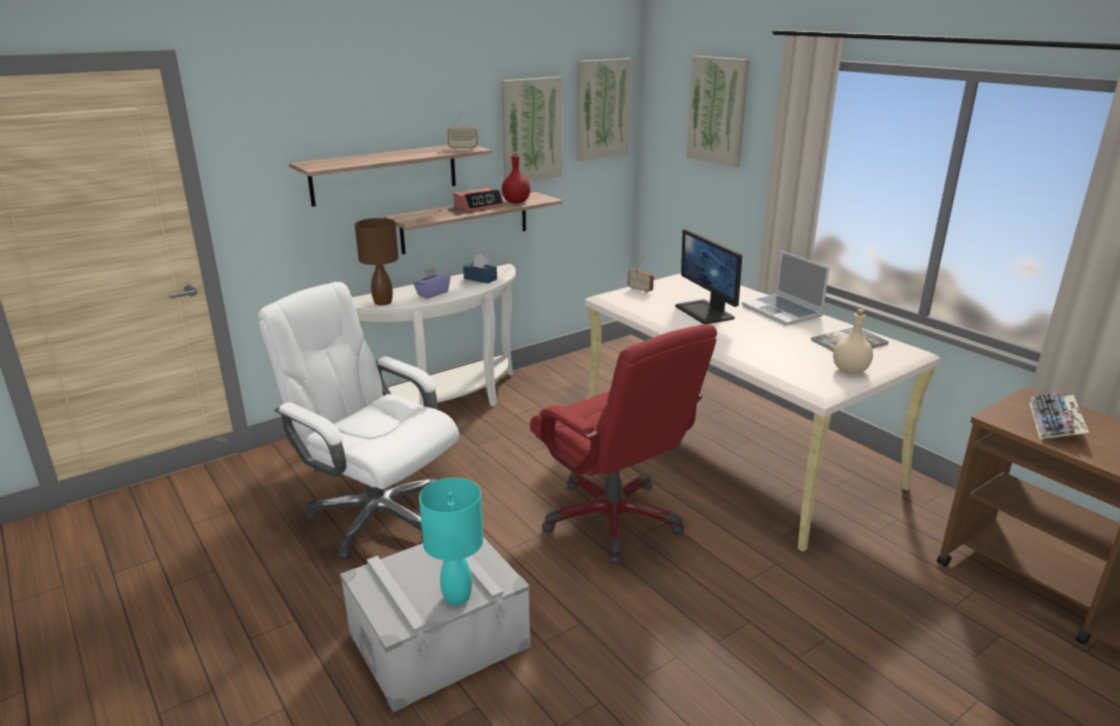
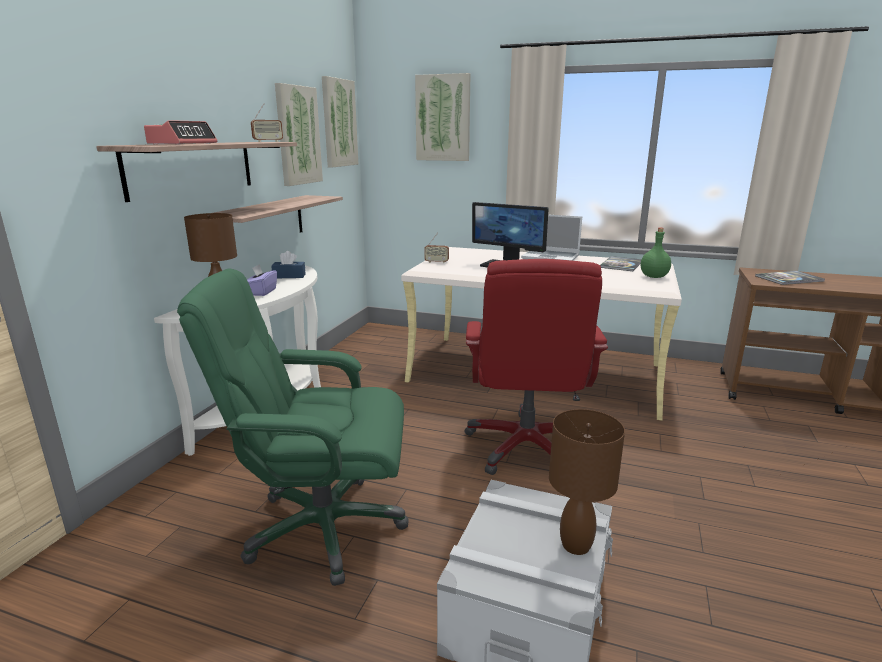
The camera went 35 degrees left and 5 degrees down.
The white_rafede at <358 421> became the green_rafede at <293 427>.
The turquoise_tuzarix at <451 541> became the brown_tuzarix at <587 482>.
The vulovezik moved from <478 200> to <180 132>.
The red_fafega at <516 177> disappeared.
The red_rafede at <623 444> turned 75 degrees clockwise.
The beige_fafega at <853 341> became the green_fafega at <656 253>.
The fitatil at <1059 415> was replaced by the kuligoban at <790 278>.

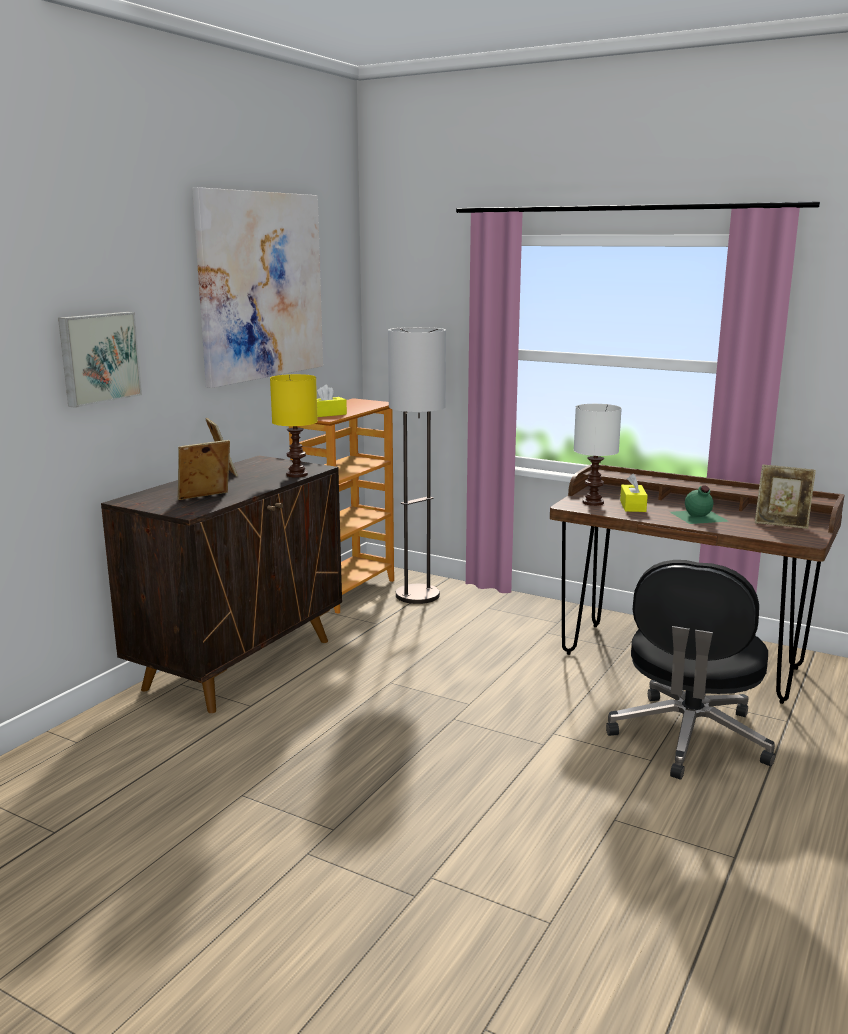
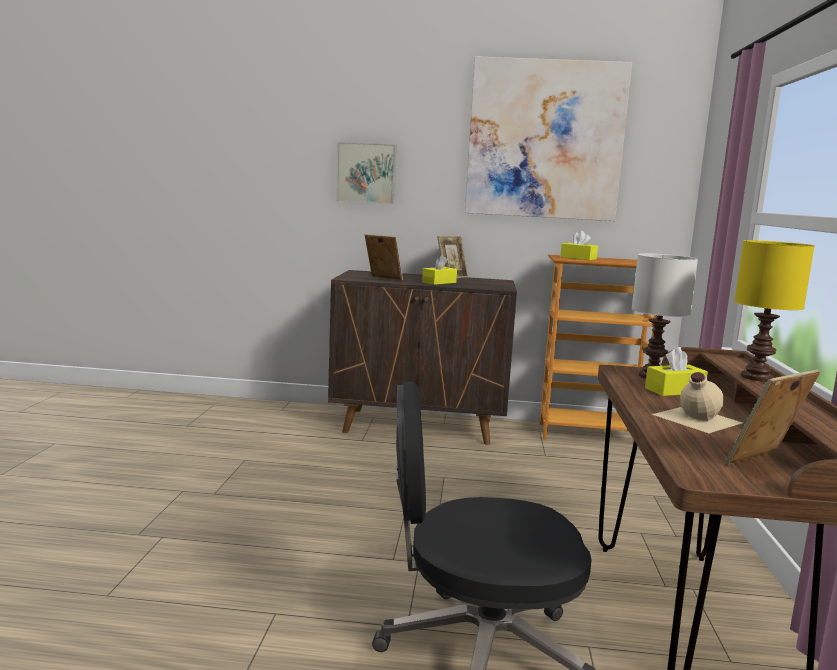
The camera went 65 degrees right and 5 degrees down.
The yellow_tuzarix moved from <294 425> to <774 311>.
The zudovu at <417 465> disappeared.
The green_fafega at <699 504> became the beige_fafega at <697 402>.
The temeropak at <785 496> turned 60 degrees clockwise.
The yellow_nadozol at <439 270> appeared.

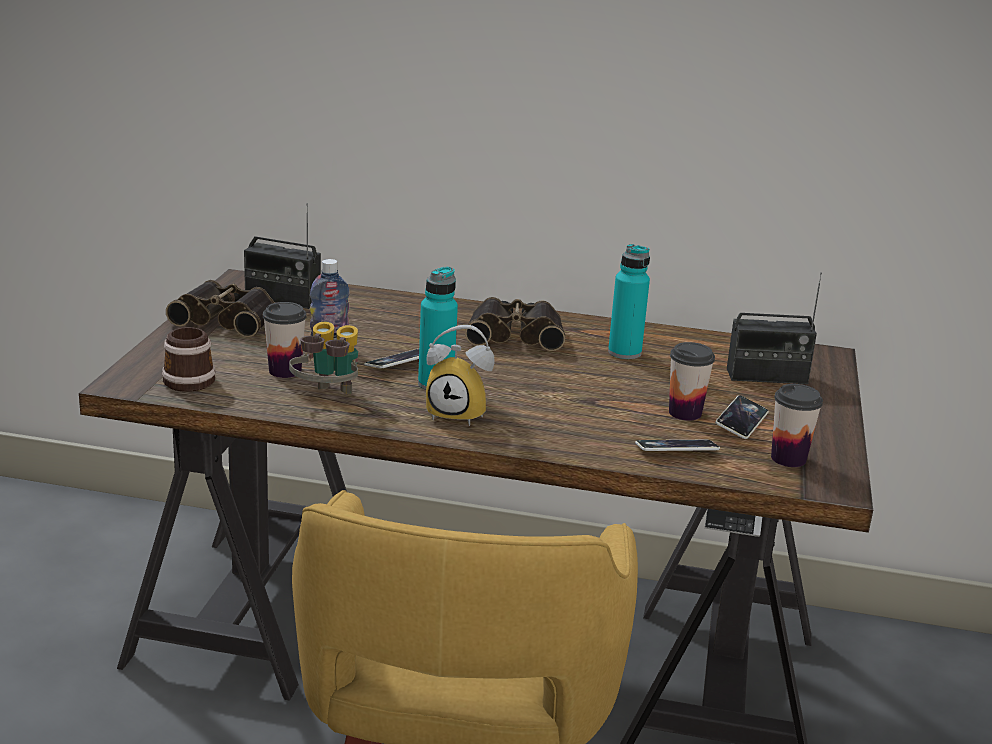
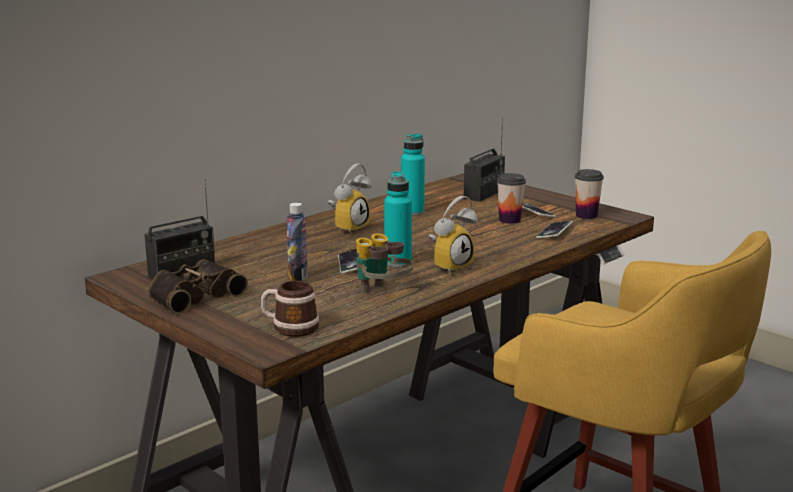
The camera went 55 degrees left and 5 degrees down.
The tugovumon at <285 340> disappeared.
The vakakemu at <515 324> was replaced by the vulovezik at <350 199>.

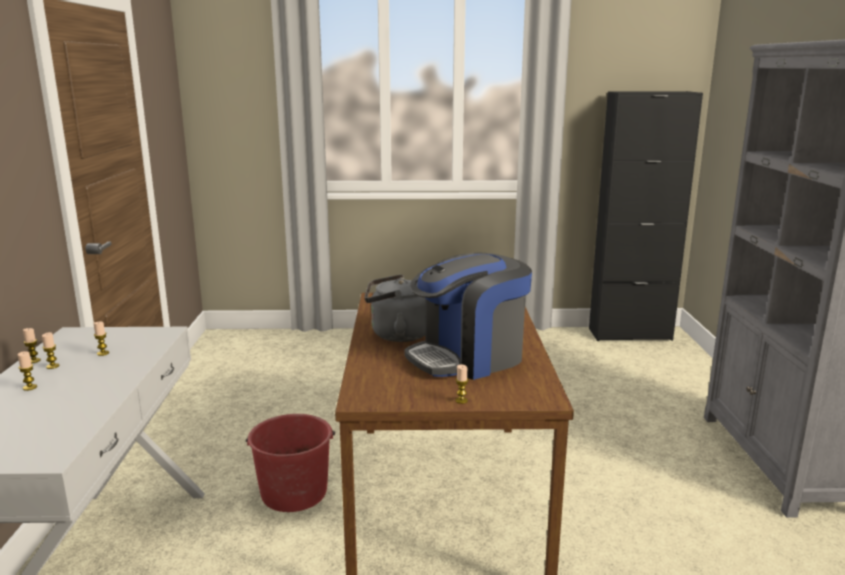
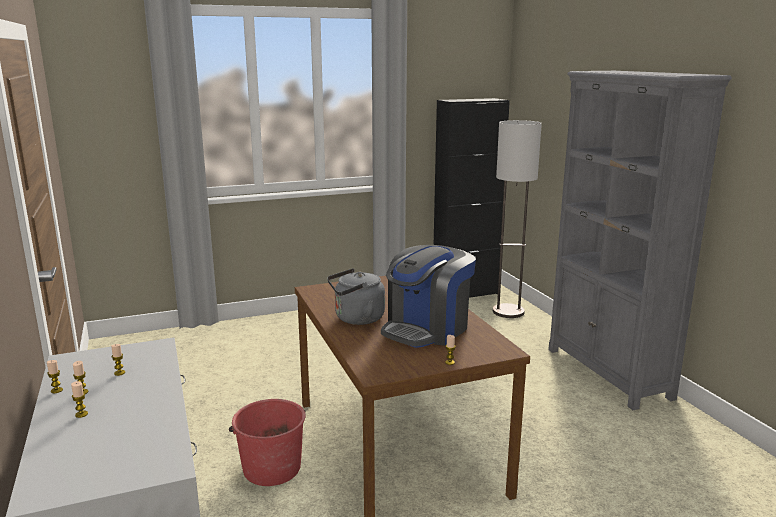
The camera went 20 degrees left and 0 degrees up.
The zudovu at <517 219> appeared.

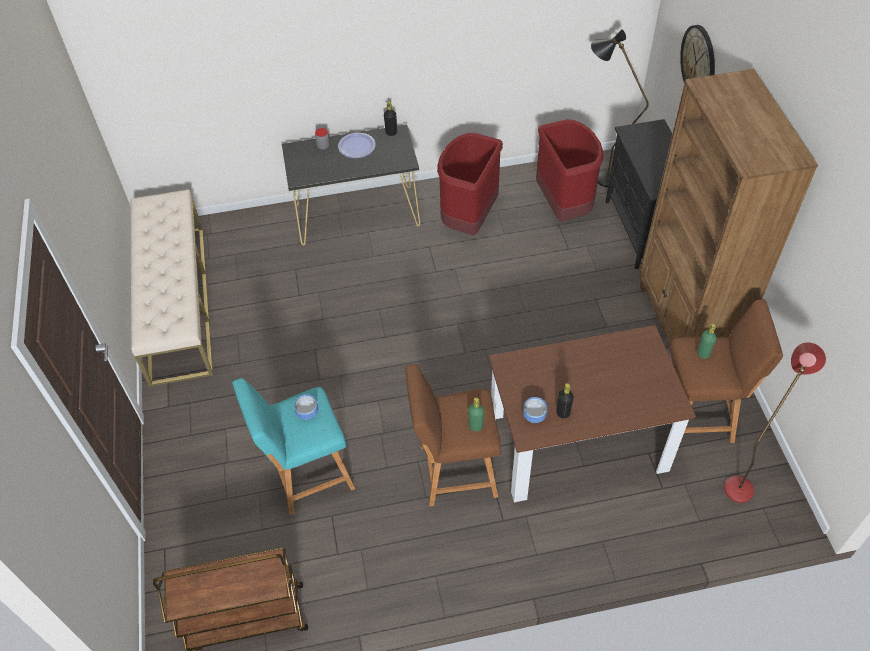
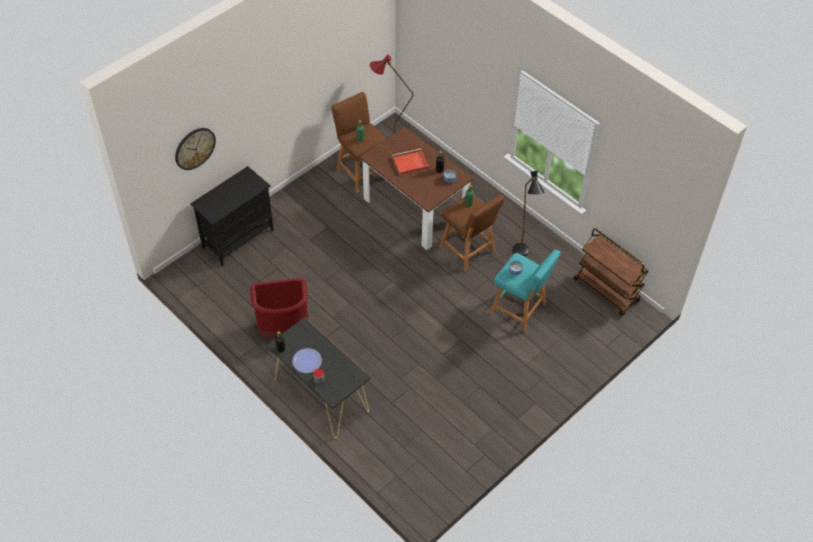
The camera went 125 degrees left and 0 degrees up.
The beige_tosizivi at <172 288> disappeared.
The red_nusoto at <570 170> disappeared.
The black_zudovu moved from <620 108> to <528 213>.
The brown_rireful at <728 206> disappeared.
The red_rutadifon at <410 161> appeared.

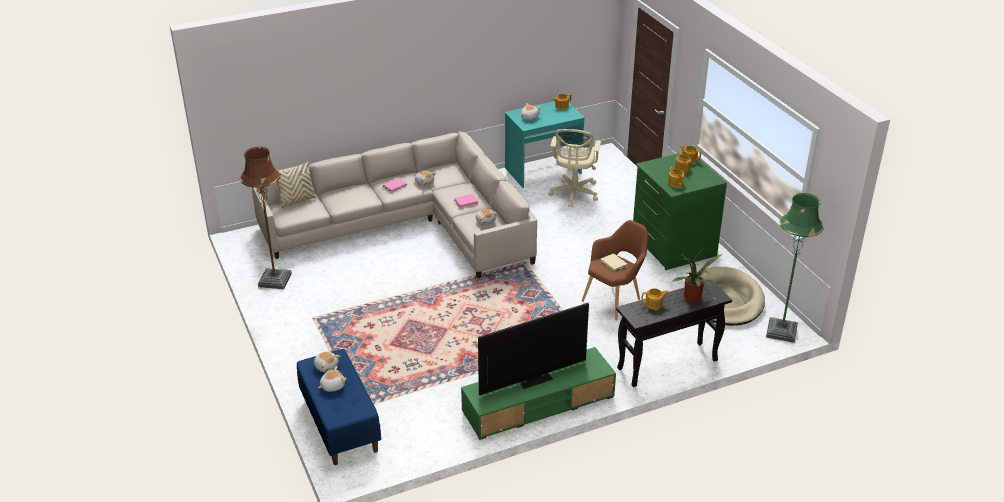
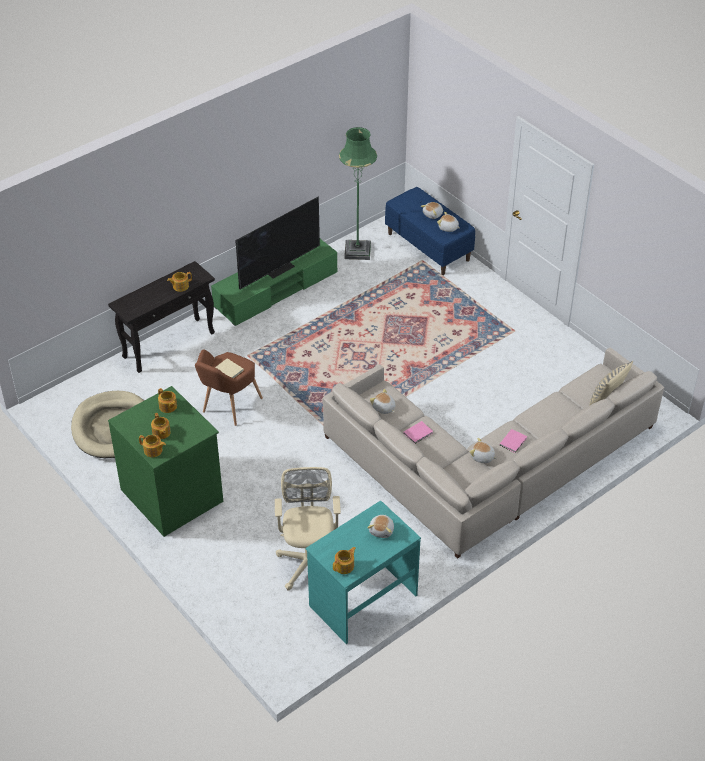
The camera went 165 degrees right and 10 degrees up.
The brown_zudovu at <266 218> disappeared.
The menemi at <697 275> disappeared.
The green_zudovu moved from <795 268> to <358 193>.

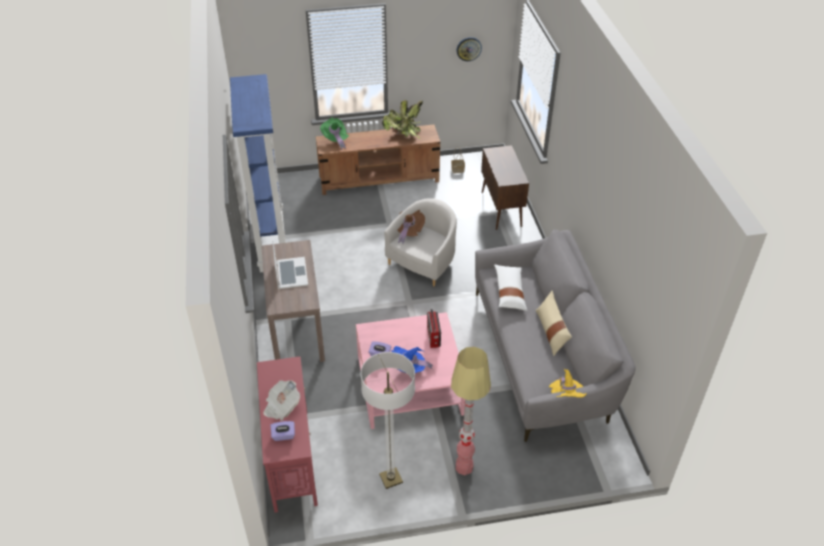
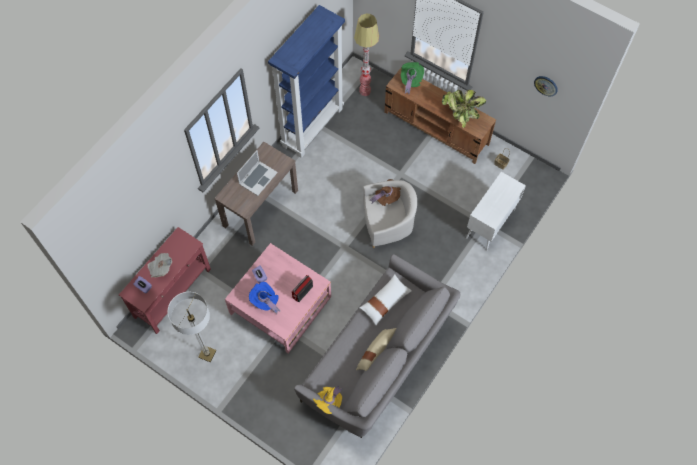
The camera went 45 degrees right and 20 degrees up.
The zudovu moved from <471 411> to <366 55>.
The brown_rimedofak at <505 187> became the white_rimedofak at <496 211>.

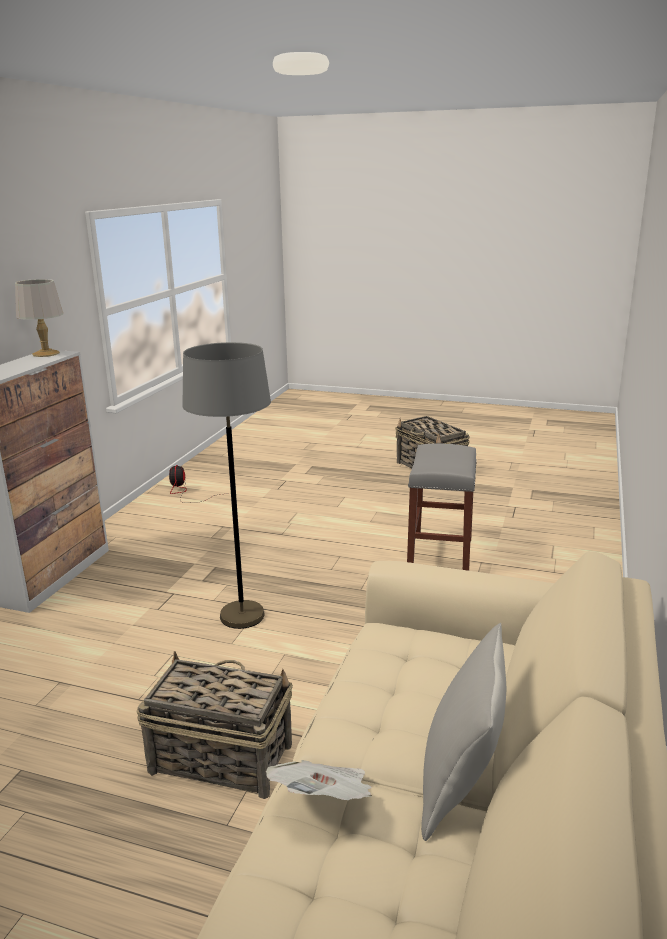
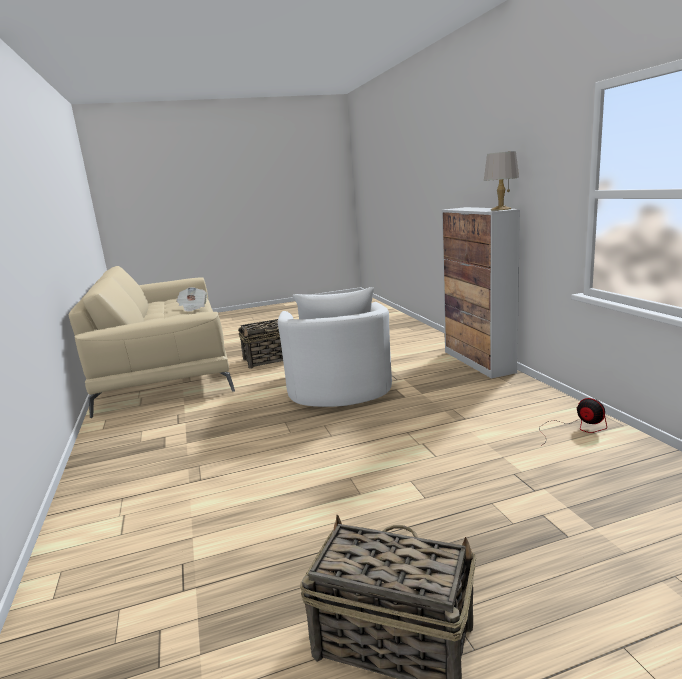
The camera went 145 degrees right and 5 degrees down.
The grey_zudovu at <226 485> was replaced by the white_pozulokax at <335 347>.
The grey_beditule at <442 507> disappeared.
The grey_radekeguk at <463 732> disappeared.

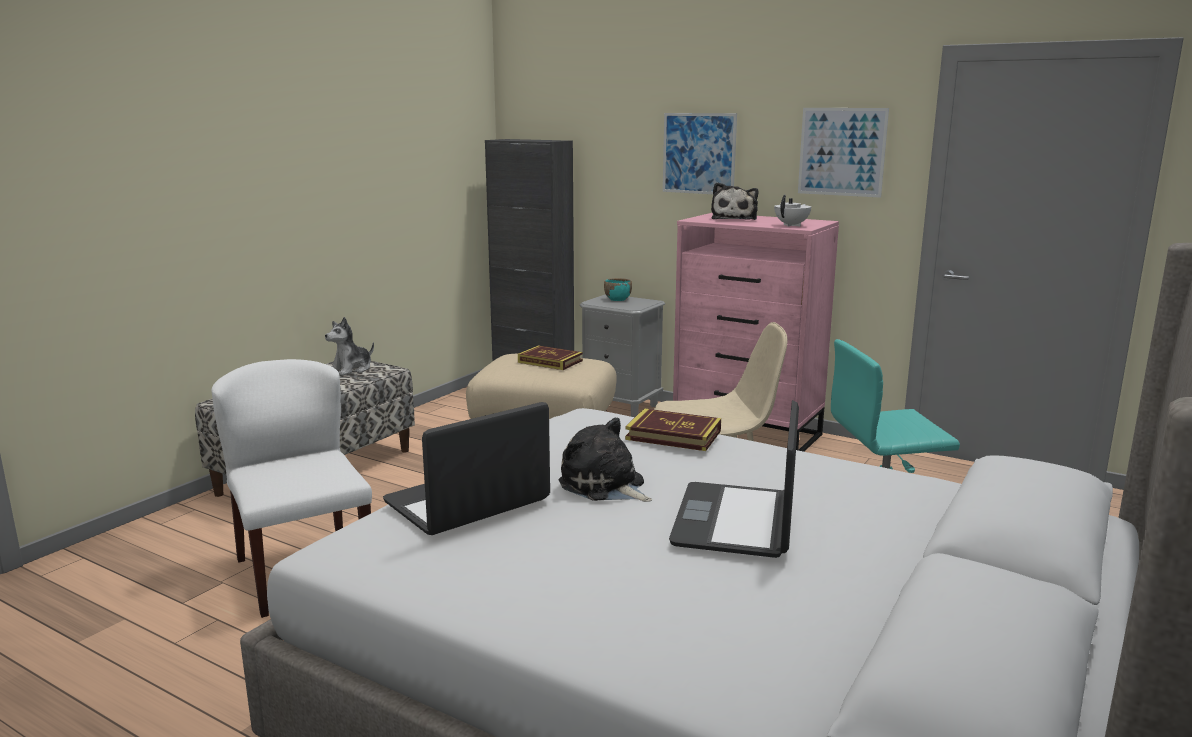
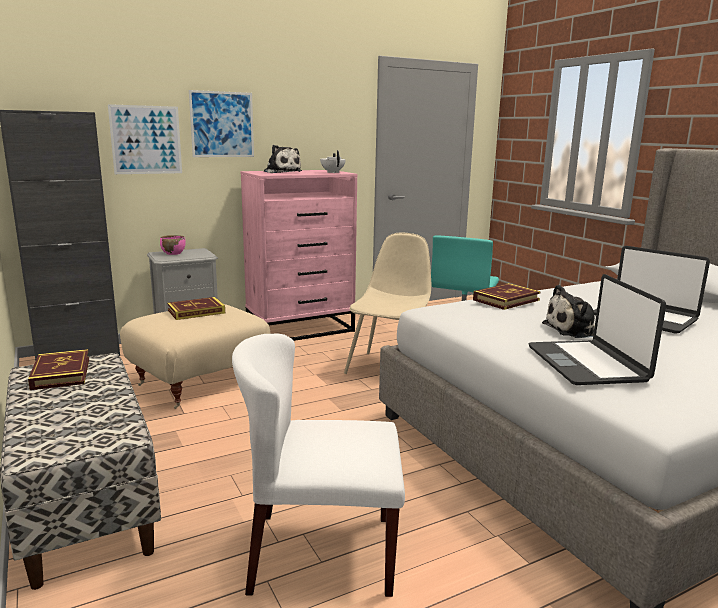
The camera went 60 degrees left and 0 degrees up.
The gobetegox at <349 346> was replaced by the kuligoban at <58 369>.
The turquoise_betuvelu at <618 289> became the pink_betuvelu at <172 245>.
The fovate moved from <843 153> to <145 139>.

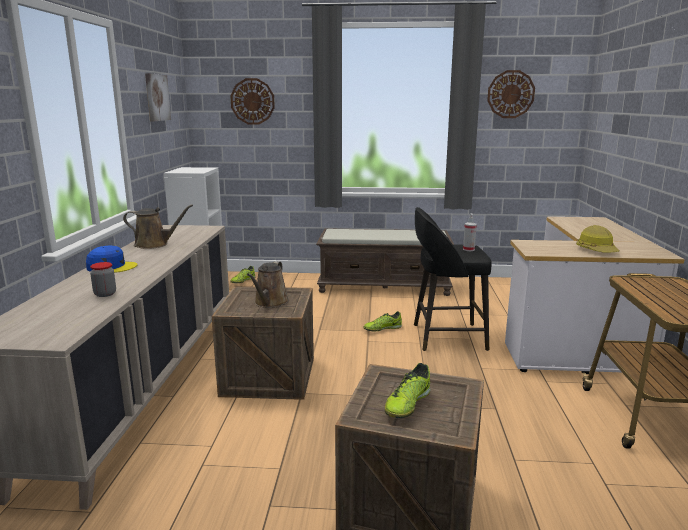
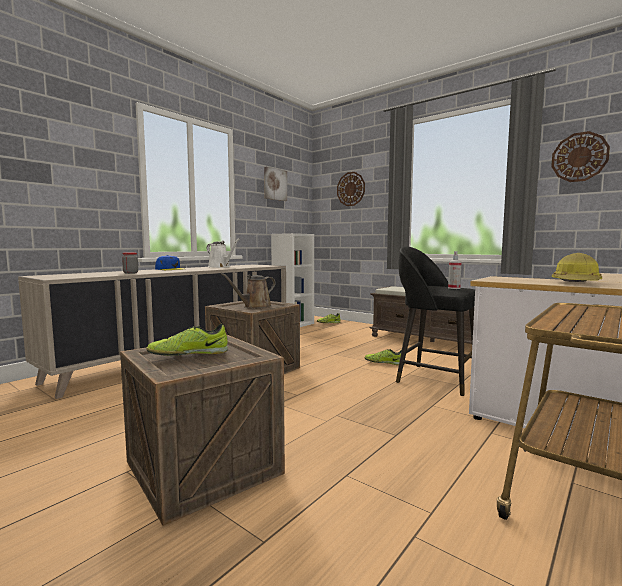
The camera went 35 degrees right and 10 degrees down.
The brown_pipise at <158 227> became the white_pipise at <223 253>.

